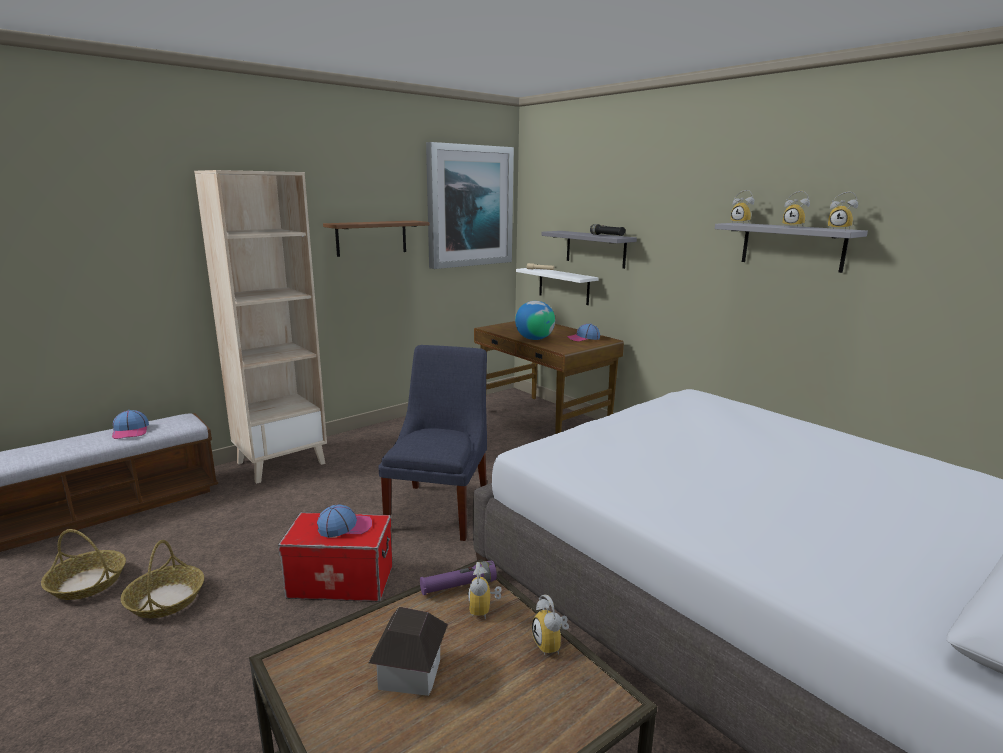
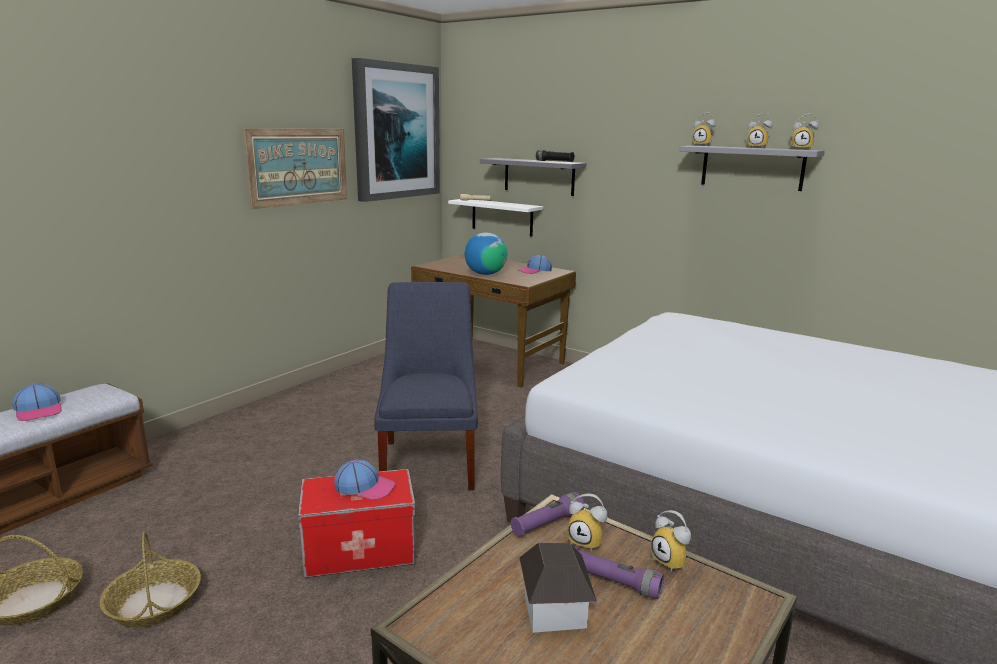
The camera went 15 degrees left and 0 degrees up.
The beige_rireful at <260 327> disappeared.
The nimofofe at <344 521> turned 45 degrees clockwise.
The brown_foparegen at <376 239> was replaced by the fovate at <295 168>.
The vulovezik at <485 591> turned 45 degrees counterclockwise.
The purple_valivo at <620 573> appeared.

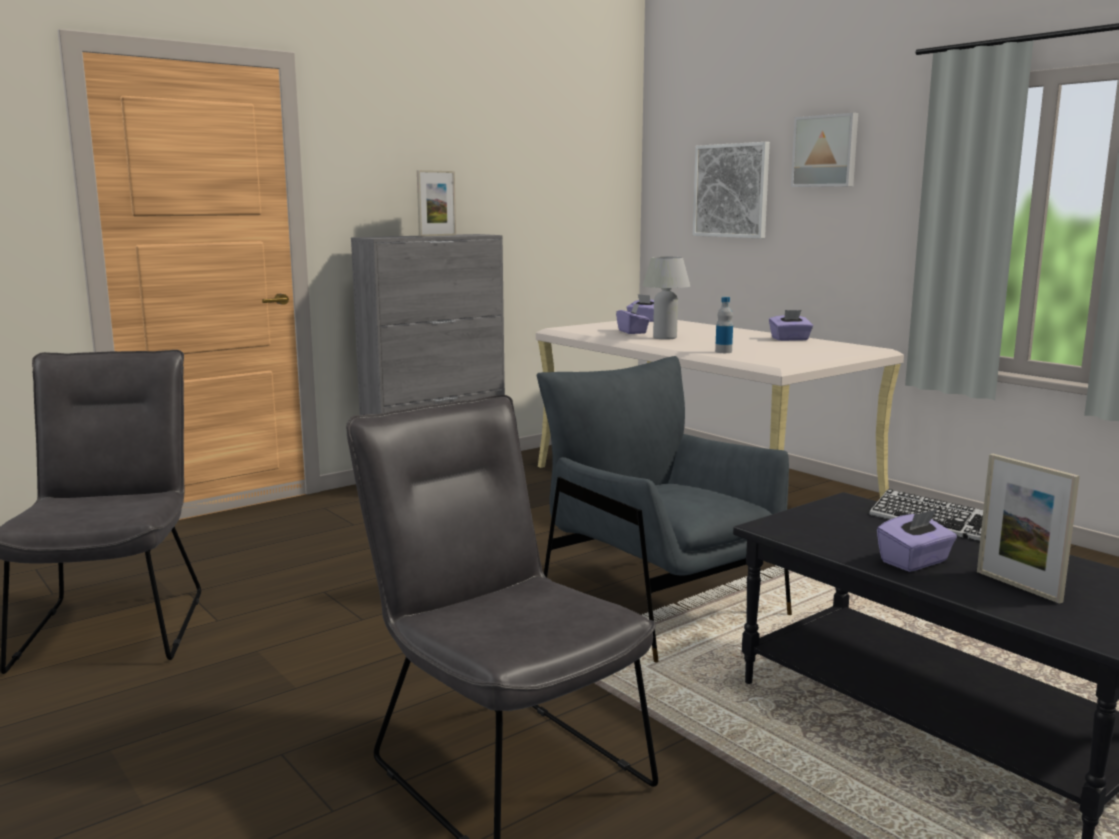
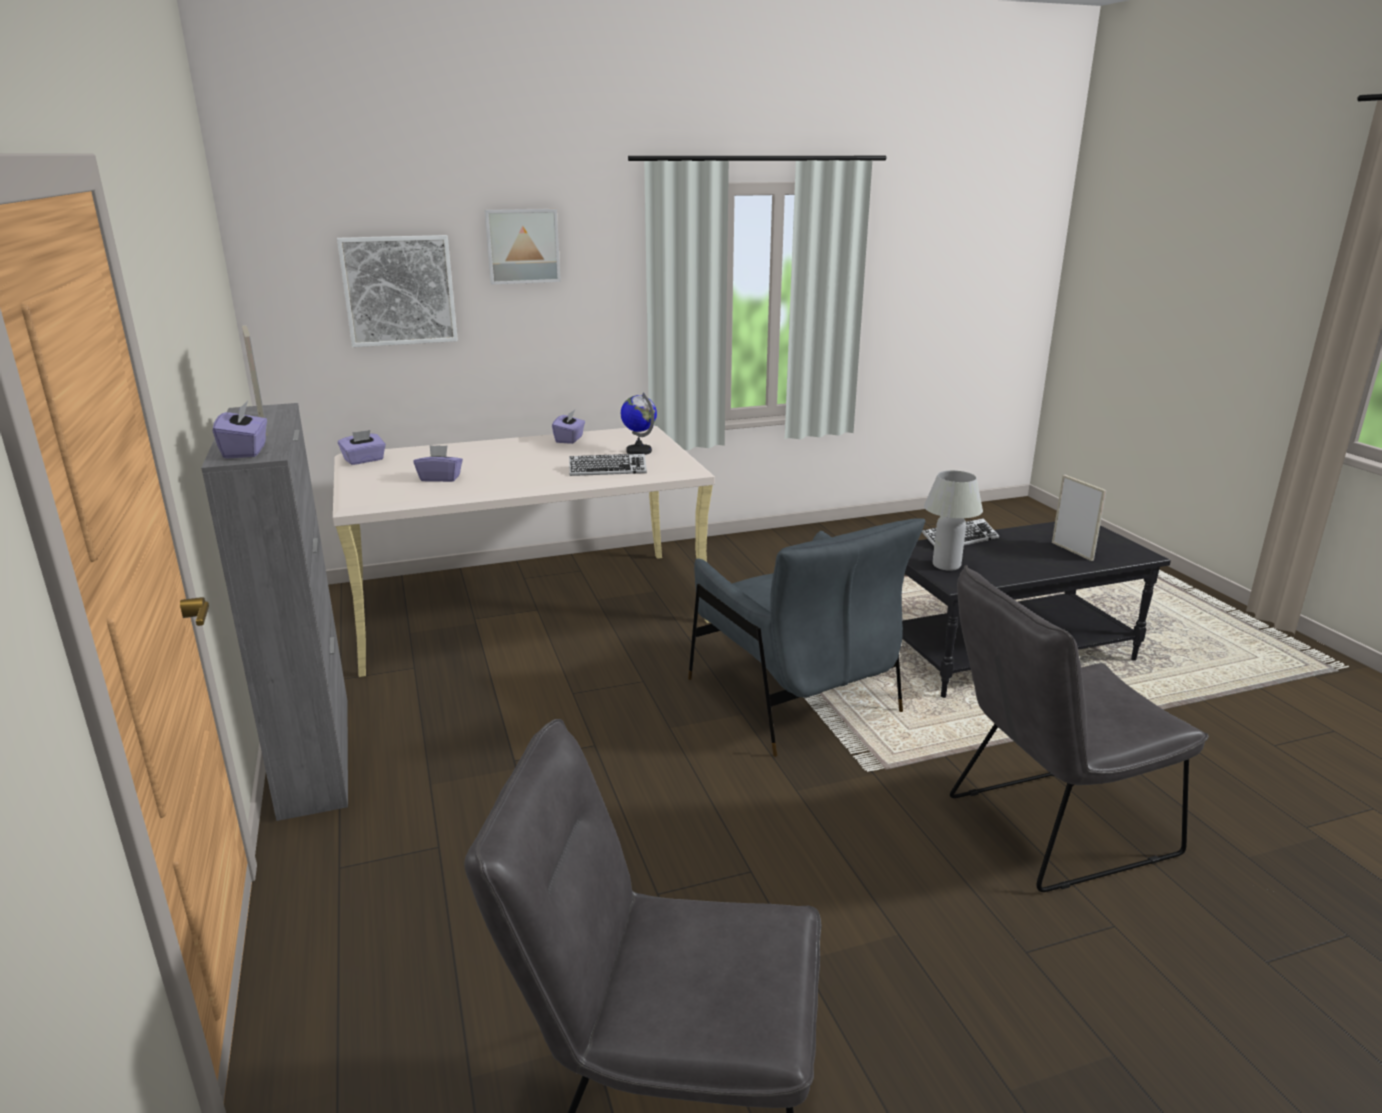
The camera went 70 degrees left and 10 degrees up.
The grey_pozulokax at <664 509> turned 105 degrees counterclockwise.
The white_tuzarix moved from <666 298> to <953 520>.
The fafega at <724 325> was replaced by the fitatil at <608 465>.
The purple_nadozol moved from <917 541> to <240 430>.
The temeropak at <1028 529> turned 105 degrees counterclockwise.
The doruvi at <639 424> appeared.

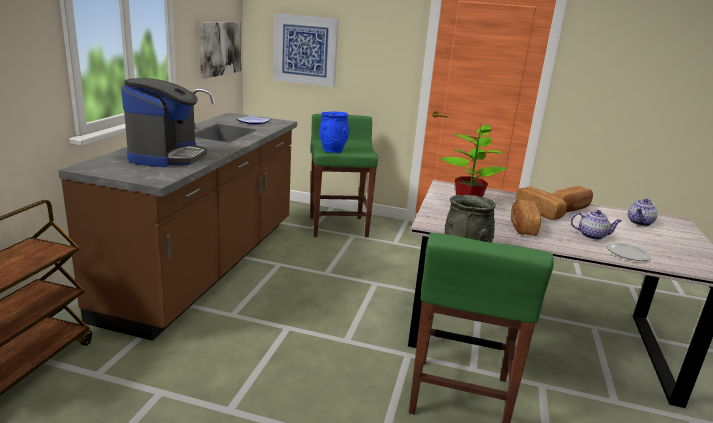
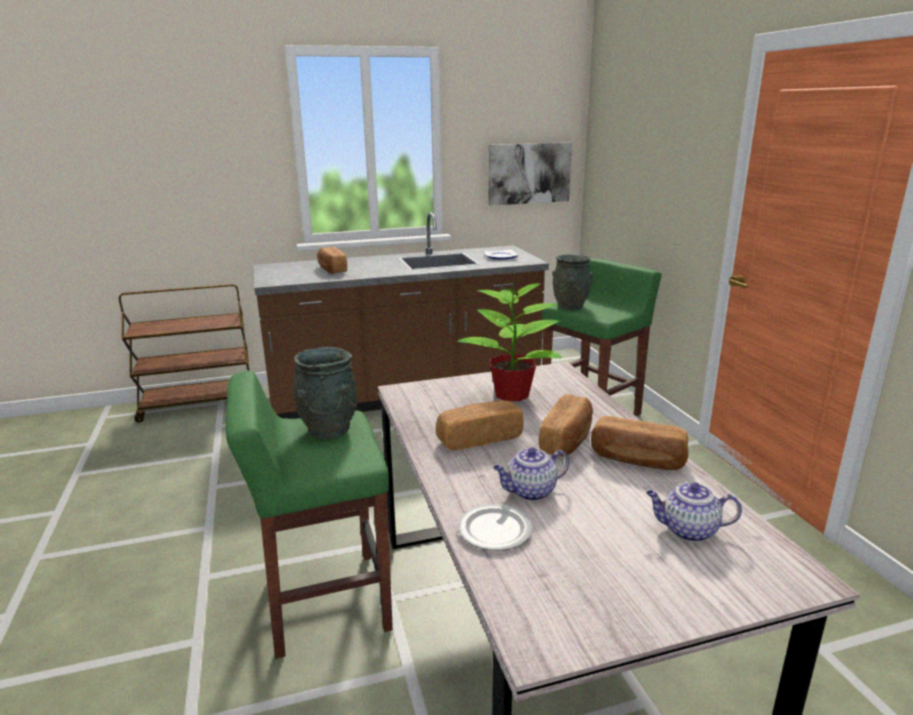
The camera went 60 degrees right and 0 degrees up.
The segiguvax at <164 122> was replaced by the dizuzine at <332 260>.
The fovate at <306 50> disappeared.
The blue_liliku at <334 132> became the grey_liliku at <572 282>.
The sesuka at <596 225> turned 90 degrees clockwise.

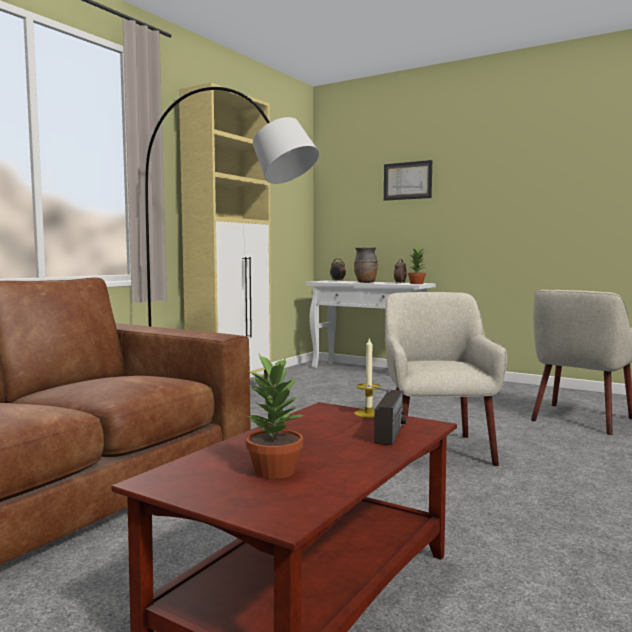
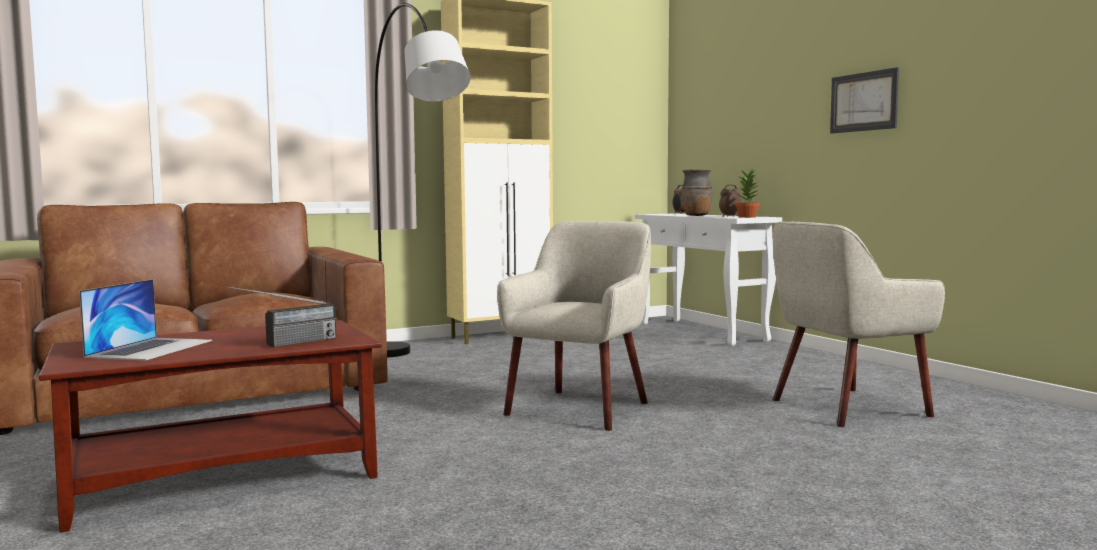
The camera went 30 degrees right and 0 degrees up.
The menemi at <275 416> was replaced by the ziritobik at <145 319>.
The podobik at <367 377> disappeared.
The fovate moved from <408 180> to <864 100>.

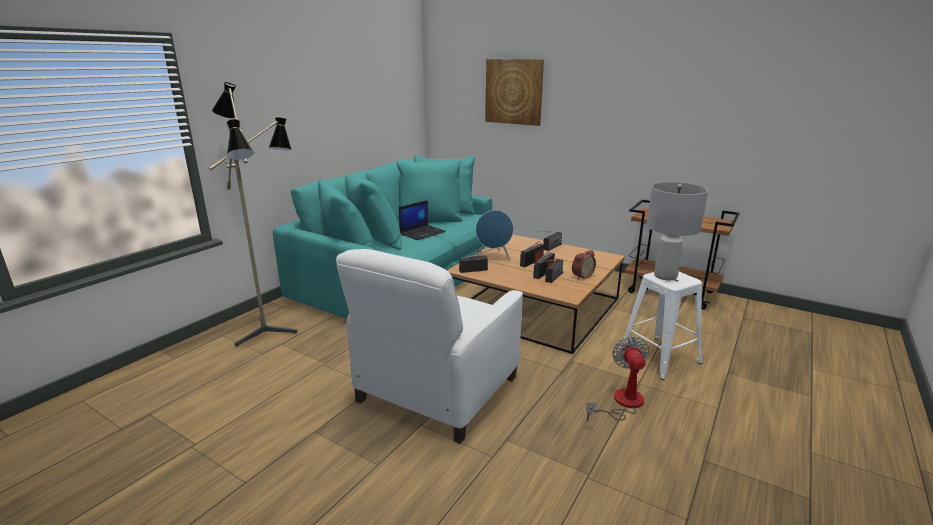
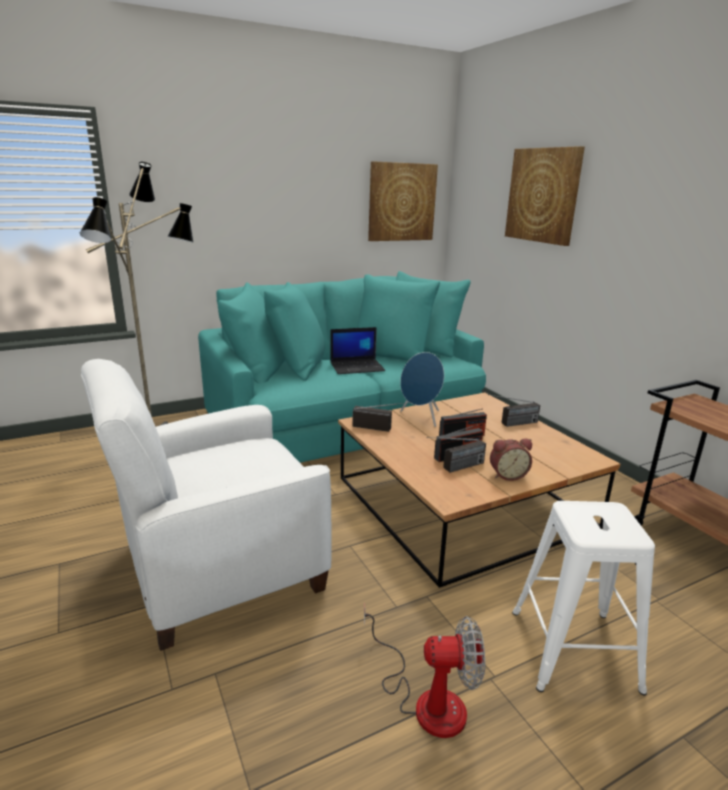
The camera went 30 degrees right and 0 degrees up.
The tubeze at <617 378> turned 60 degrees clockwise.
The grey_tuzarix at <677 231> disappeared.
The fovate at <403 201> appeared.

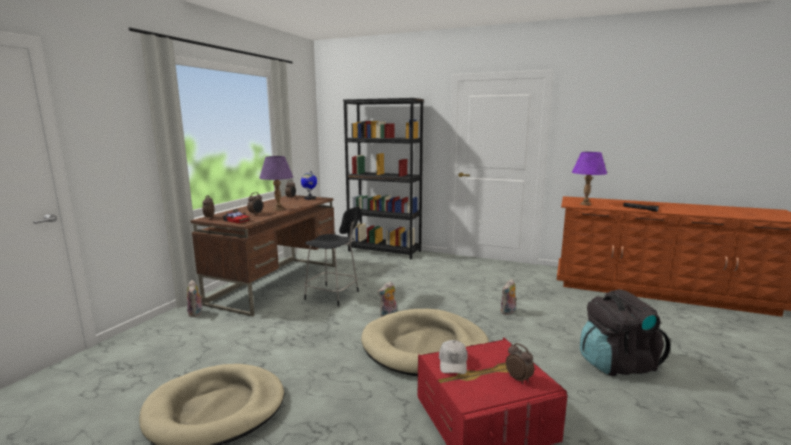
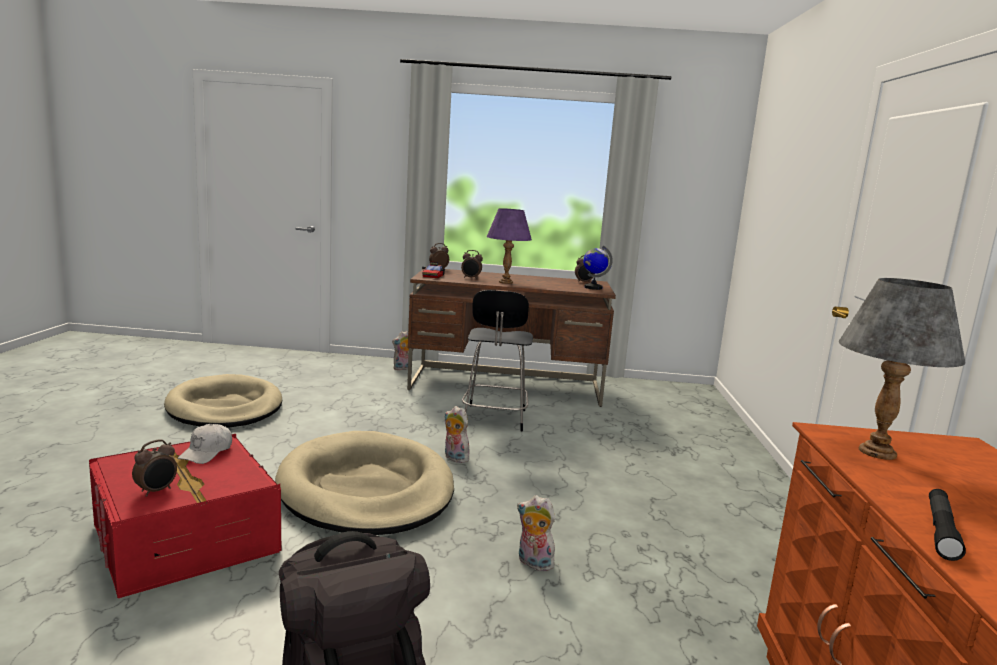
The camera went 70 degrees right and 0 degrees up.
The black_rireful at <383 178> disappeared.
The white_nimofofe at <453 357> turned 60 degrees counterclockwise.
The purple_tuzarix at <589 178> became the grey_tuzarix at <902 369>.

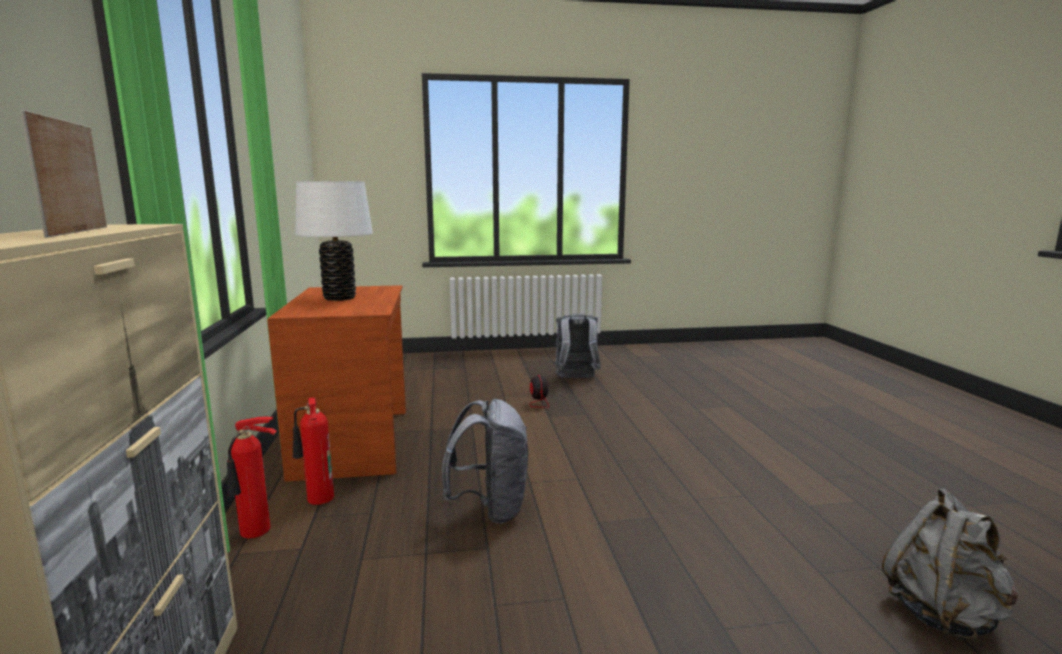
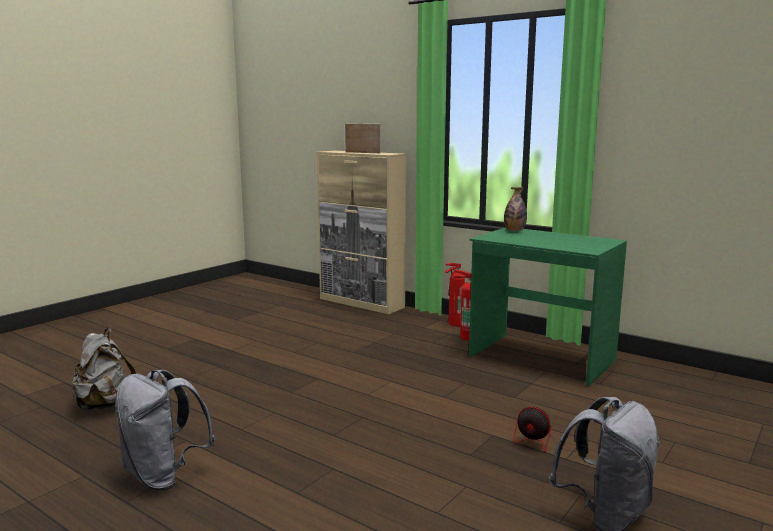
The camera went 135 degrees right and 0 degrees up.
The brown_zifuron at <336 383> became the green_zifuron at <548 306>.
The white_tuzarix at <334 241> disappeared.
The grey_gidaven moved from <485 461> to <165 430>.
The fafega at <515 209> appeared.

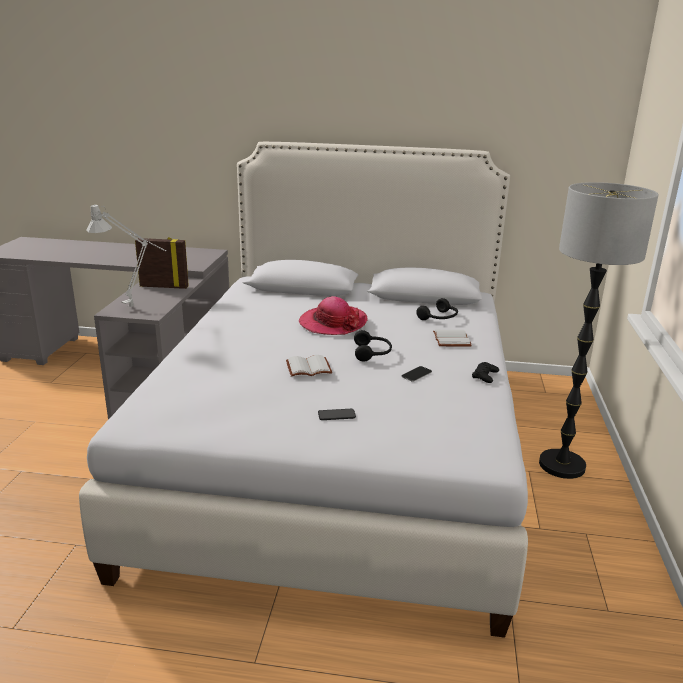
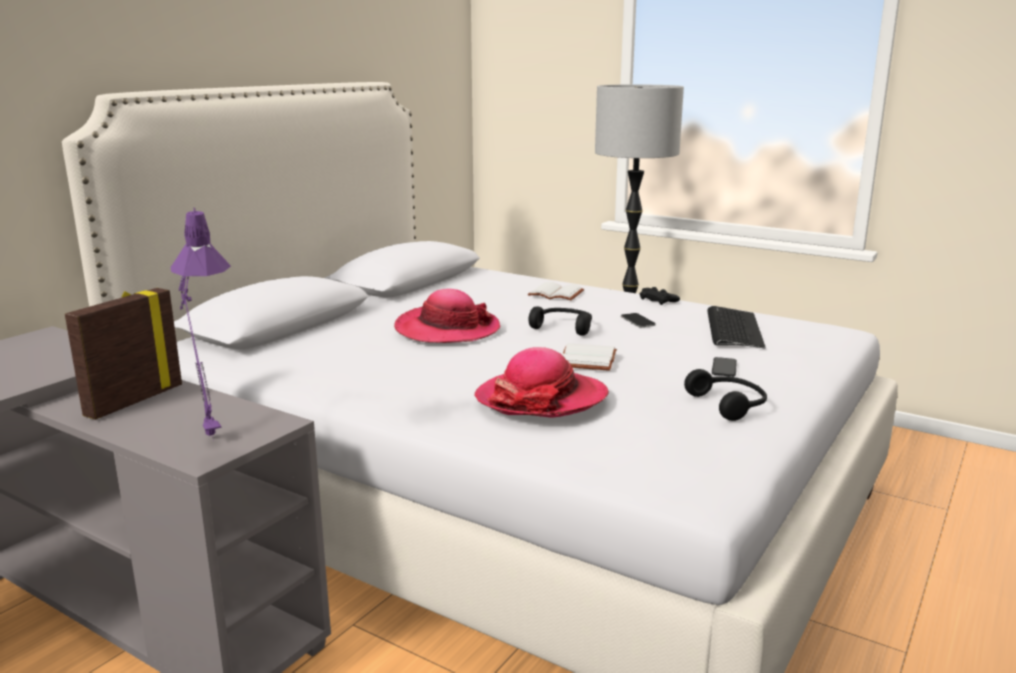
The camera went 65 degrees left and 5 degrees down.
The grey_tuzarix at <126 256> became the purple_tuzarix at <201 324>.
The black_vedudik moved from <437 309> to <725 395>.
The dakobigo at <541 382> appeared.
The fitatil at <736 327> appeared.

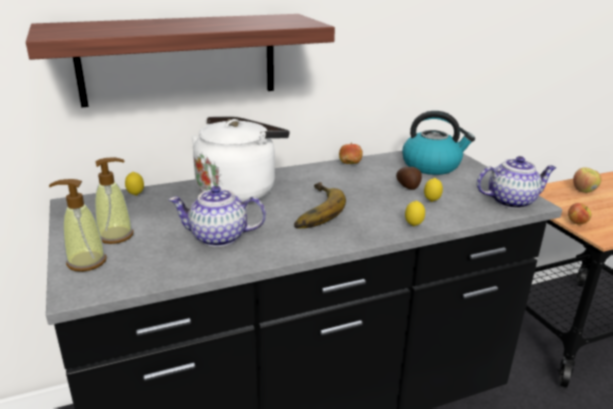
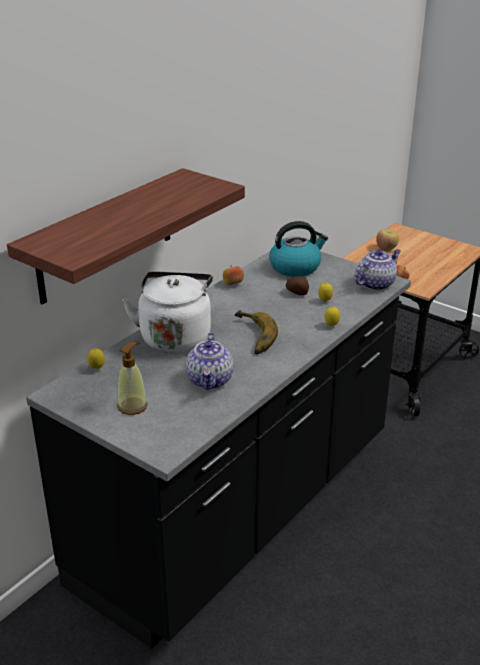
The camera went 30 degrees left and 5 degrees up.
The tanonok at <77 225> disappeared.
The sesuka at <217 216> turned 60 degrees counterclockwise.

